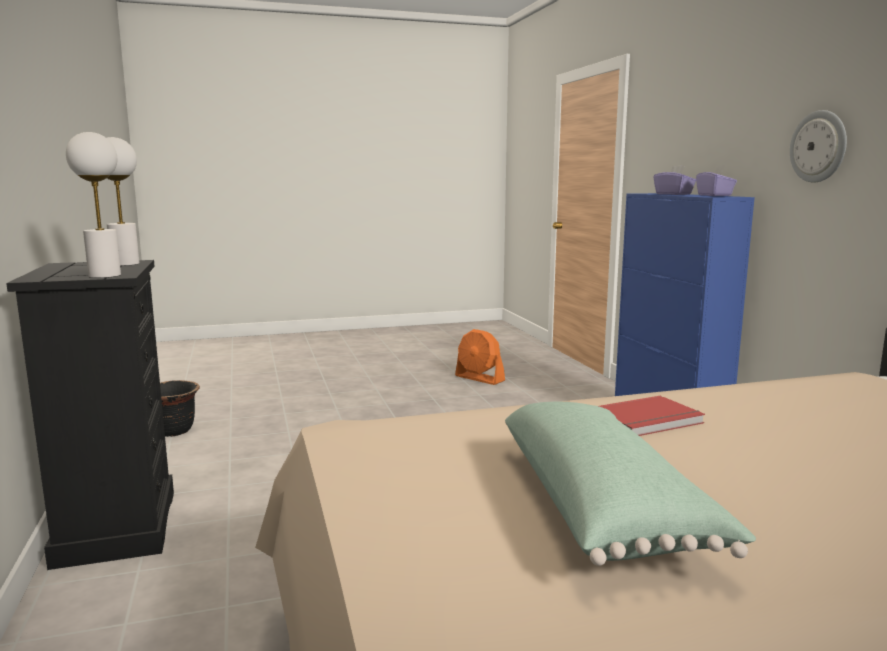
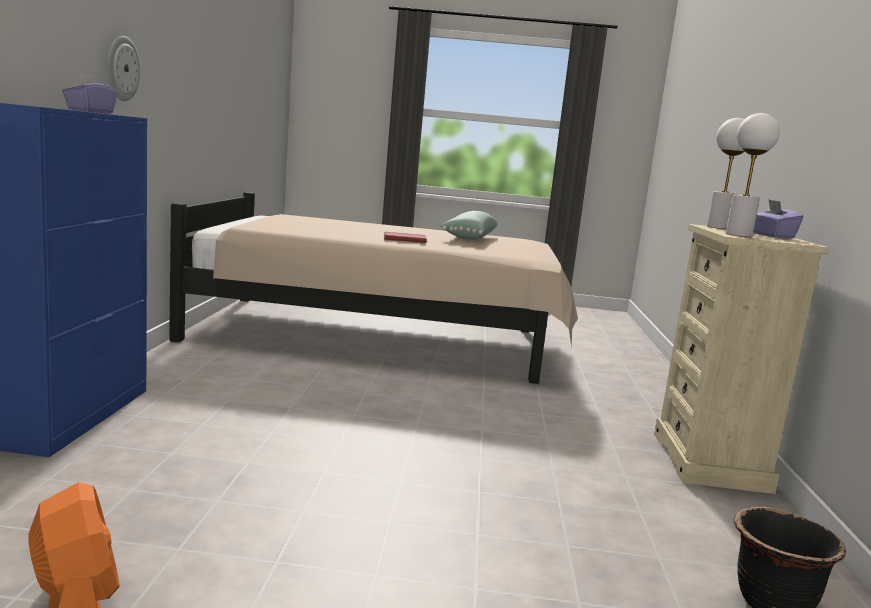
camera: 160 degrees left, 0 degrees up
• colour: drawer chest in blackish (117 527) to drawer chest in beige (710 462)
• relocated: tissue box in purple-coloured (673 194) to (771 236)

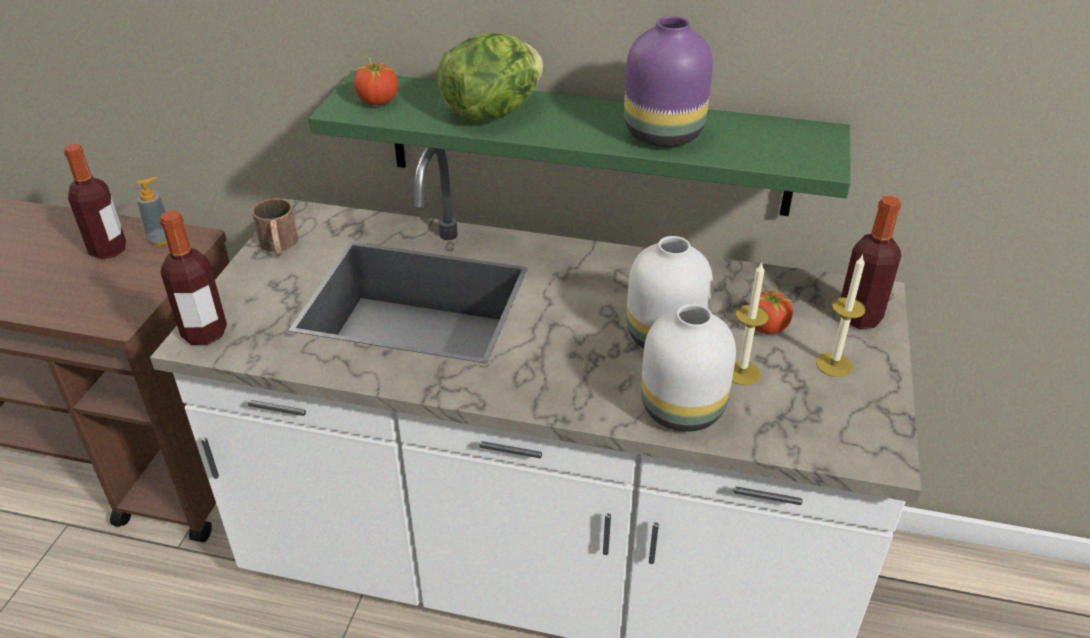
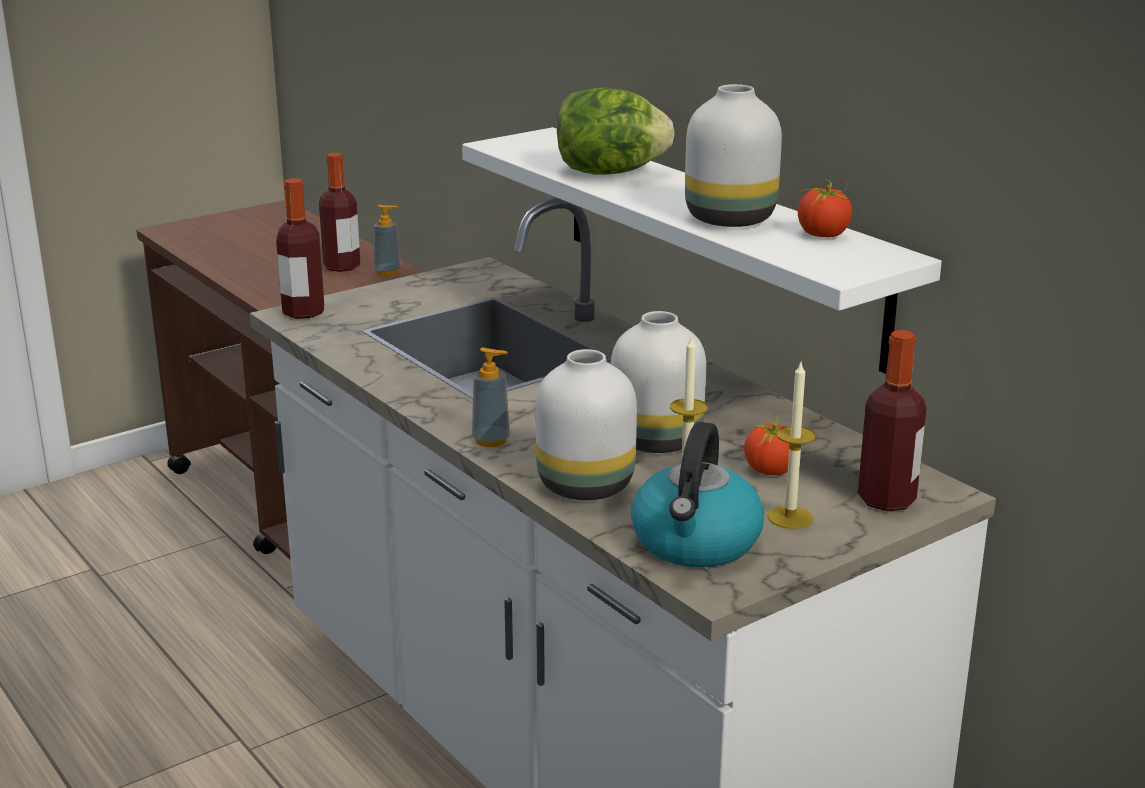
camera: 40 degrees right, 15 degrees down
• colour: shelf in greenish (587 144) to shelf in white-coloured (718 242)
• appeared: soap bottle (491 440)
• appeared: tea kettle (696 543)
• colour: vase in purple-coloured (665 133) to vase in white-coloured (732 219)
• relocated: whole tomato (377 101) to (823 235)
• missing: tea mug in brown-coloured (279 246)

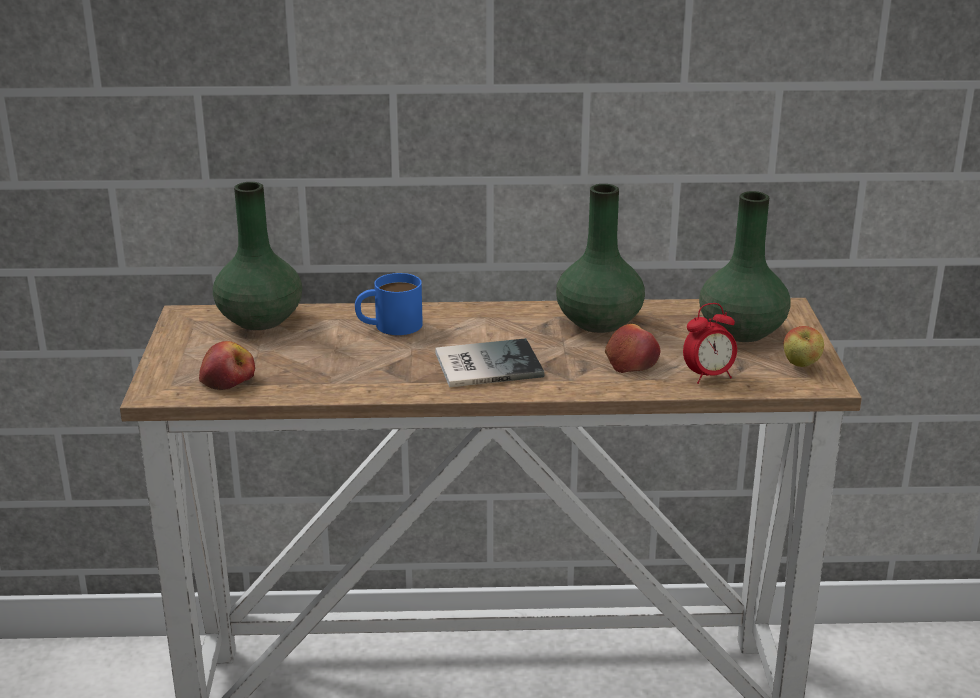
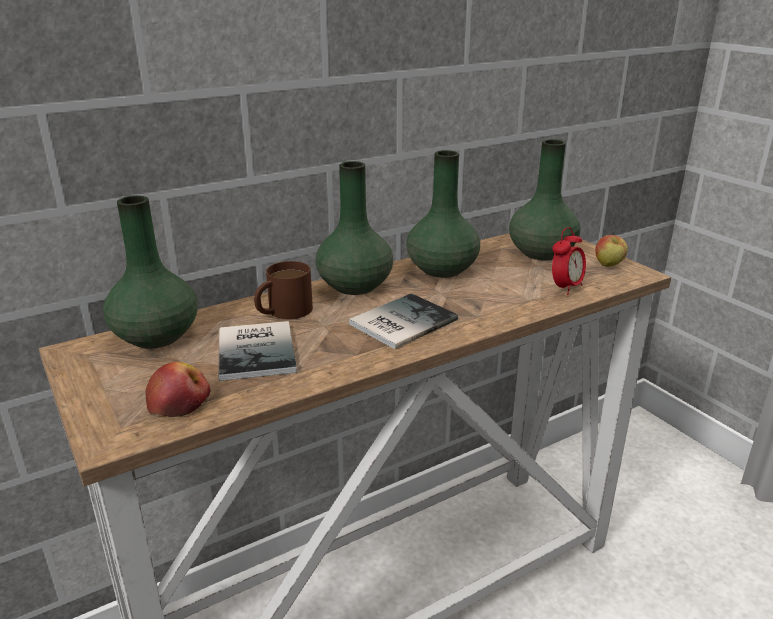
camera: 30 degrees left, 0 degrees up
• appeared: book (259 350)
• colour: tea mug in blue-coloured (389 325) to tea mug in brown-coloured (283 312)
• appeared: vase in greenish (355 285)
• missing: apple fruit (631 361)

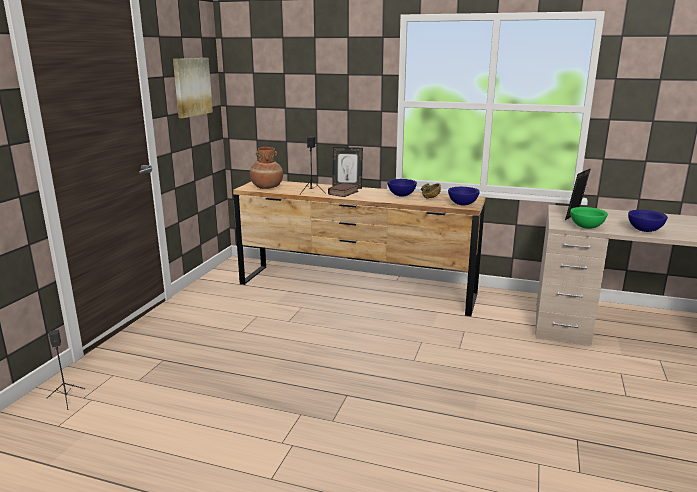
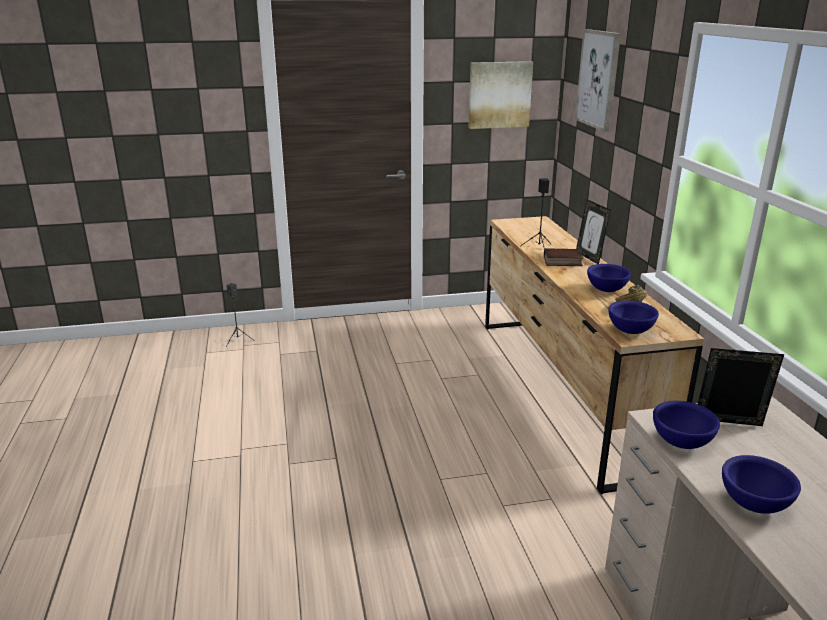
camera: 60 degrees right, 5 degrees up
• appeared: wall picture (598 79)
• colour: serving bowl in greenish (587 227) to serving bowl in blue-coloured (682 443)
• missing: vase in brown-coloured (266 187)

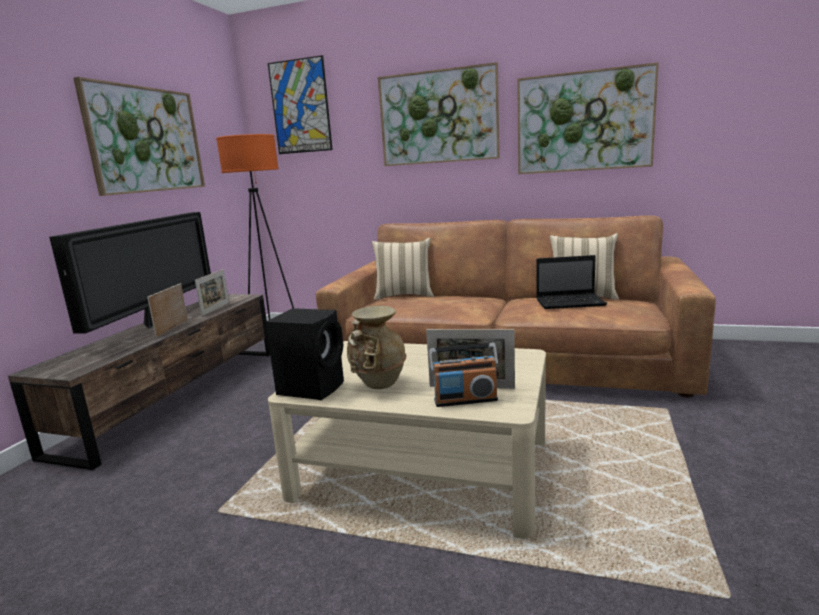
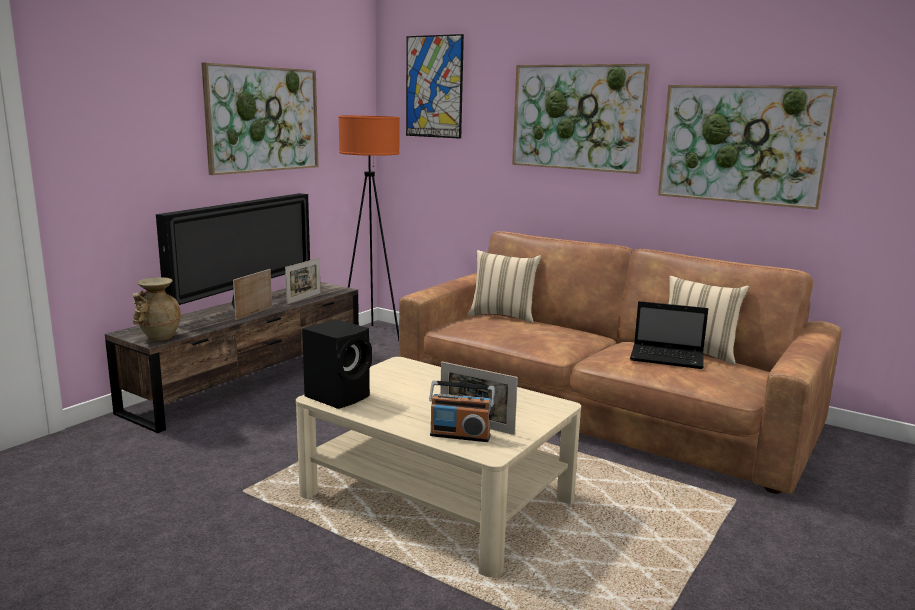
camera: 15 degrees right, 0 degrees up
• relocated: vase in beige (378 384) to (158 337)

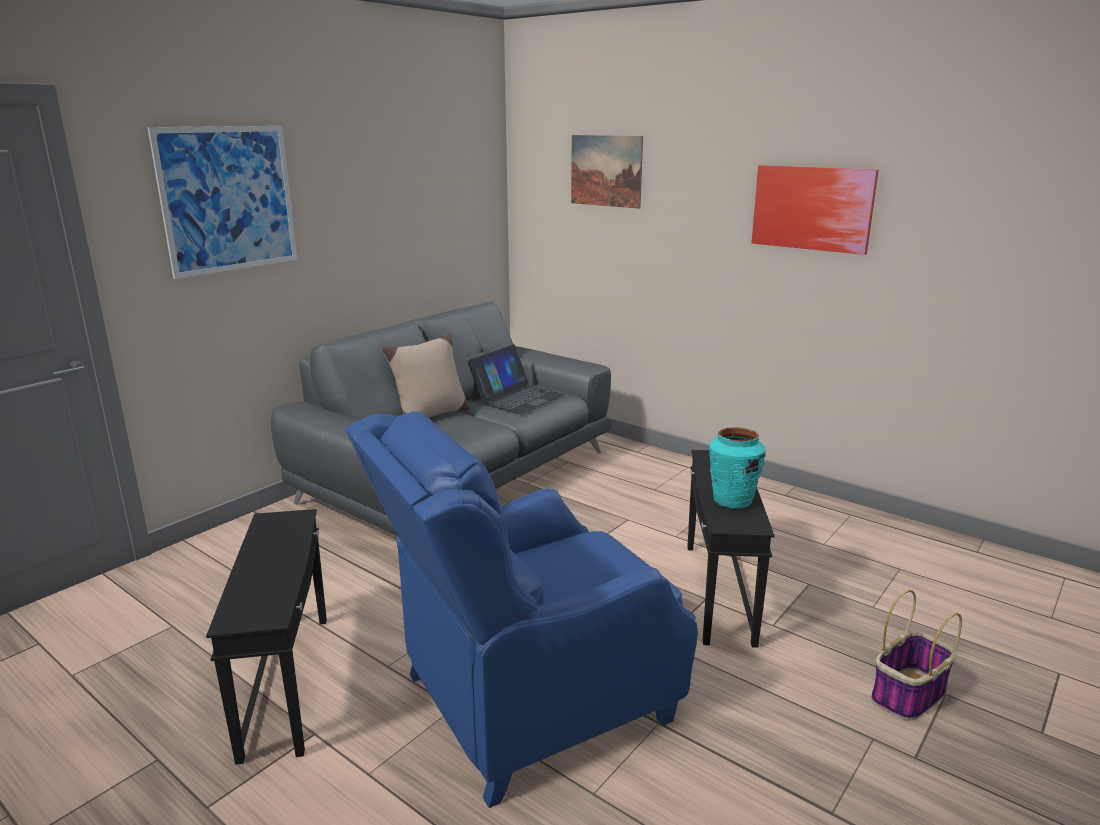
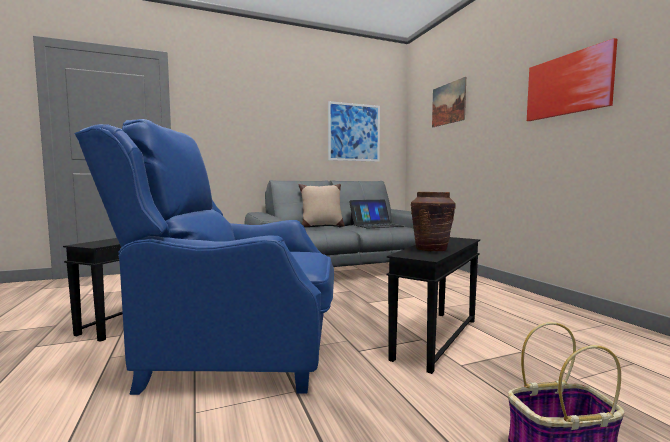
camera: 30 degrees right, 15 degrees down
• relocated: wall picture (228 199) to (354 132)
• colour: vase in turquoise (732 501) to vase in brown-coloured (431 249)

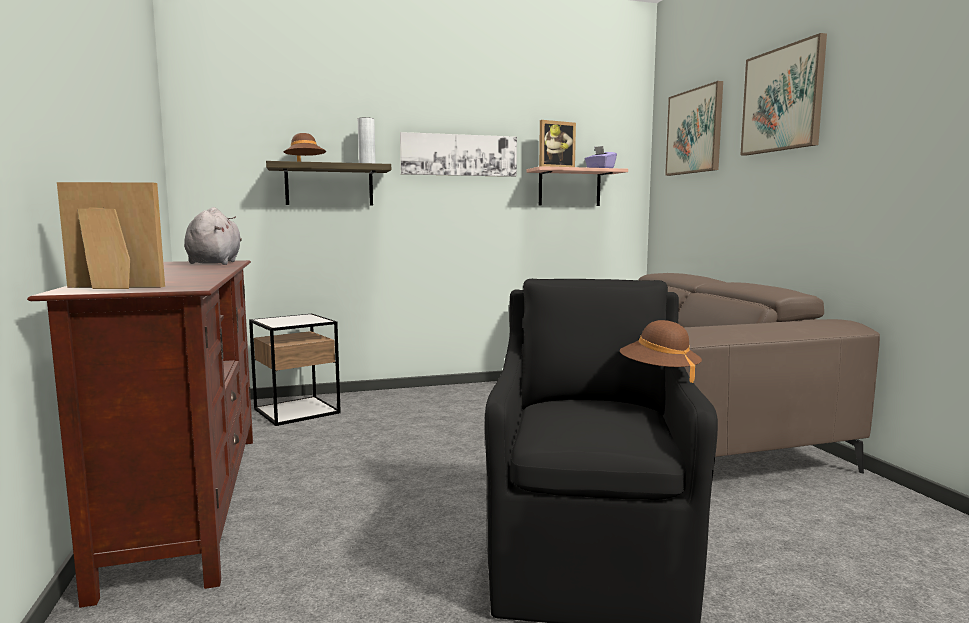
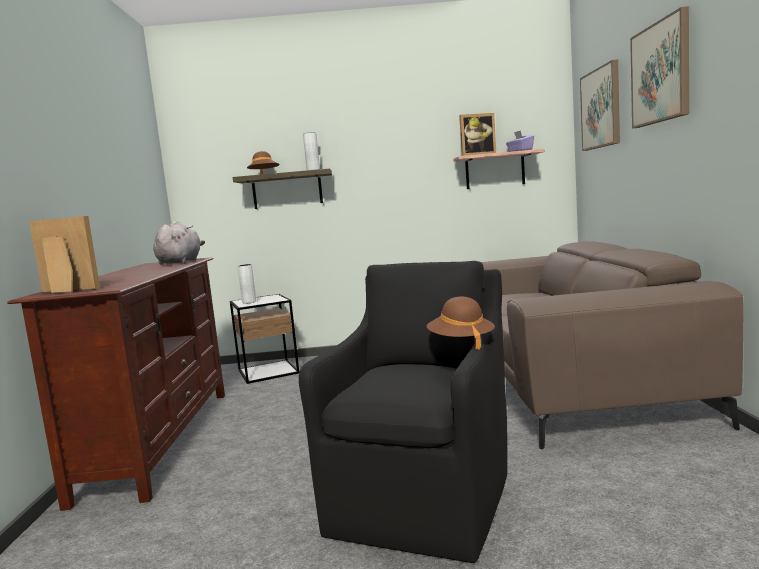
camera: 15 degrees right, 0 degrees up
• appeared: vase in gray (249 302)
• missing: wall picture (459 155)

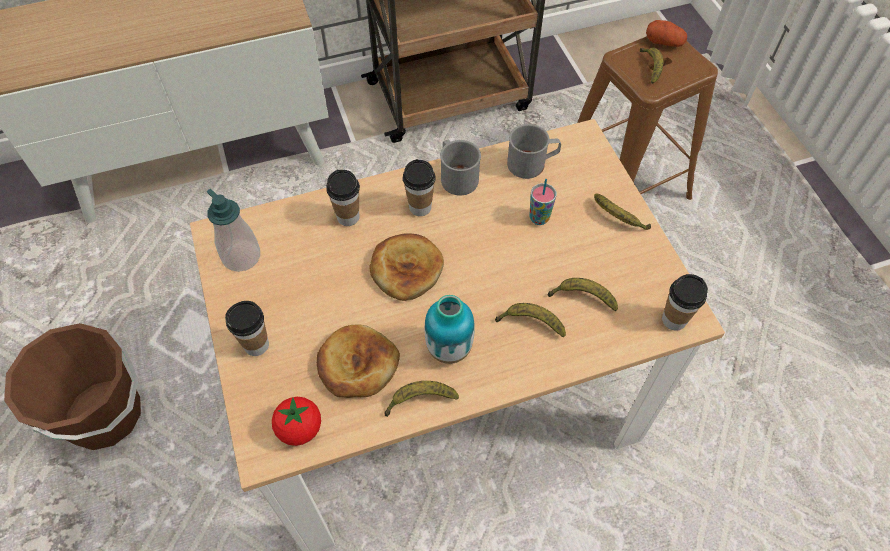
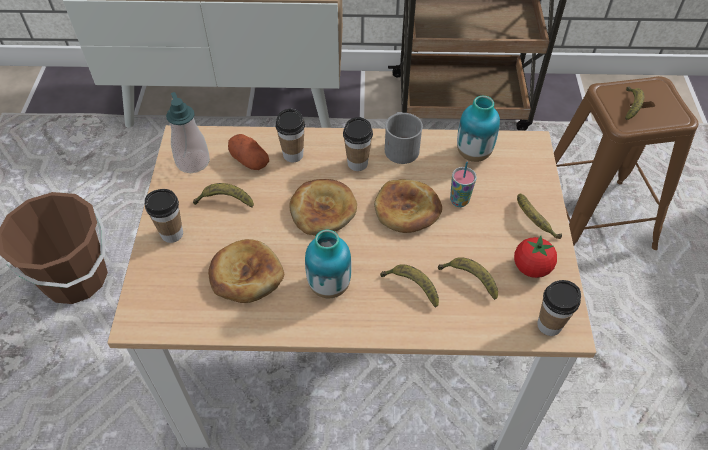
camera: 20 degrees right, 5 degrees down
• relocated: whole banana (419 400) to (224 201)
• relocated: potato (664 42) to (250 160)
• appeared: baked bread (406 209)
• exchanged: tea mug in gray (532 163) to vase (473 154)
• relocated: whole tomato (300 429) to (531 267)

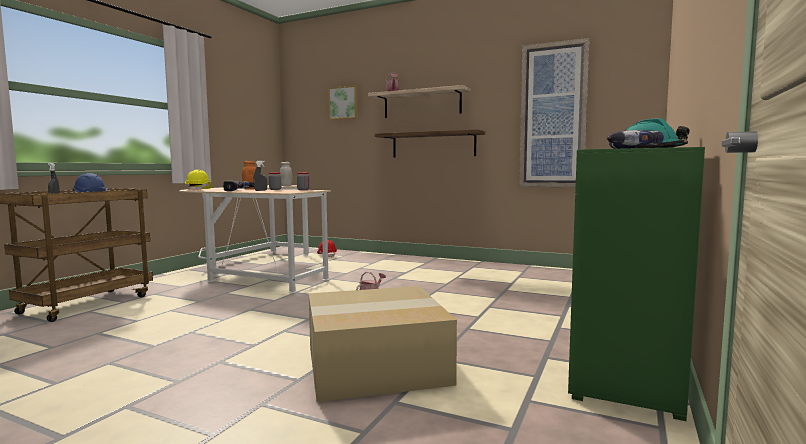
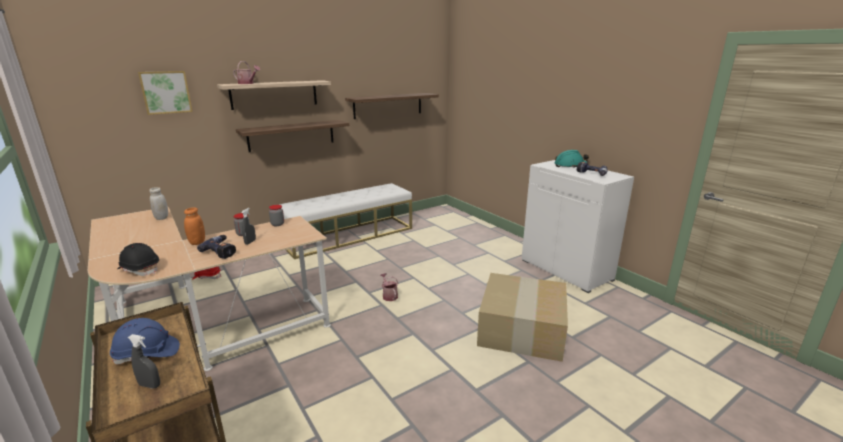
camera: 60 degrees left, 15 degrees up
• colour: hard hat in yellow-coloured (199 189) to hard hat in blackish (140 269)
• appeared: indoor bench in white-coloured (349 236)
• exchanged: wall picture (553 116) to shelf (388 105)
• colour: cupboard in greenish (627 370) to cupboard in white-coloured (566 270)

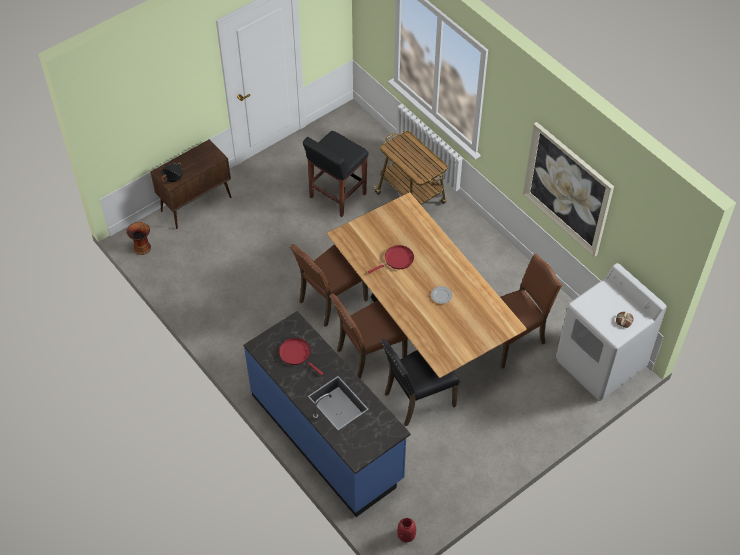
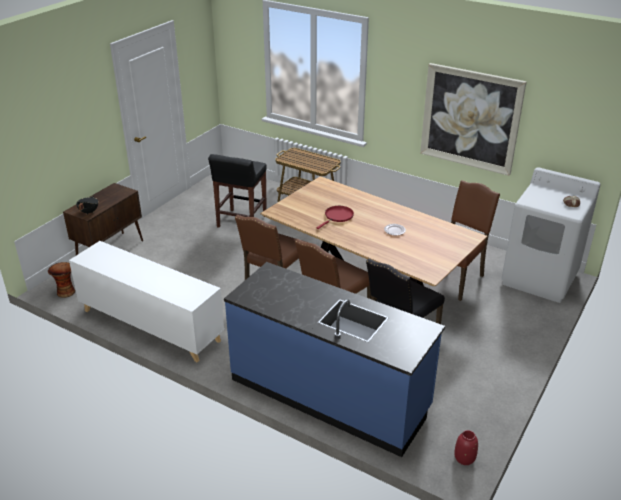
camera: 20 degrees left, 20 degrees down
• appeared: cupboard in white-coloured (150 325)
• missing: pan in reddish (297 354)

